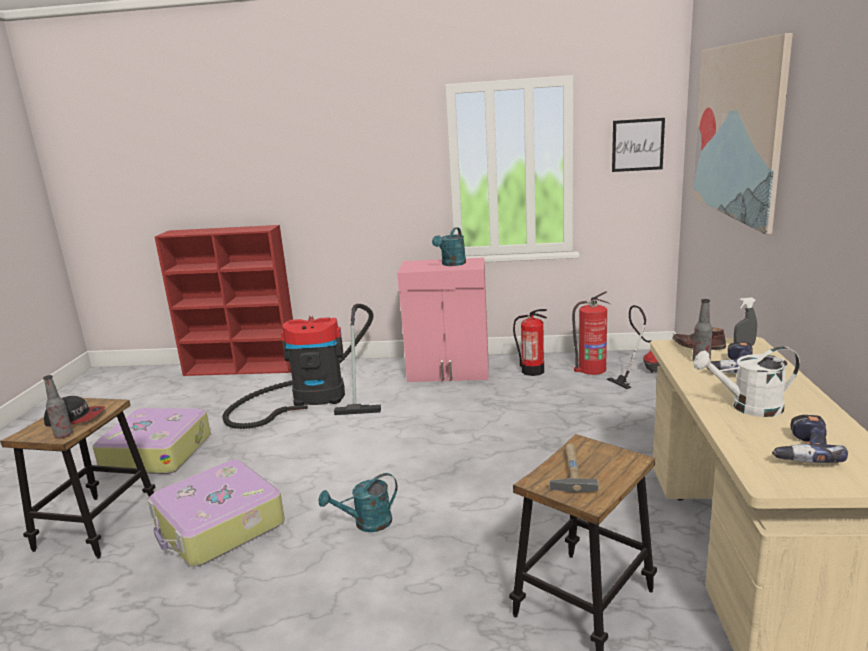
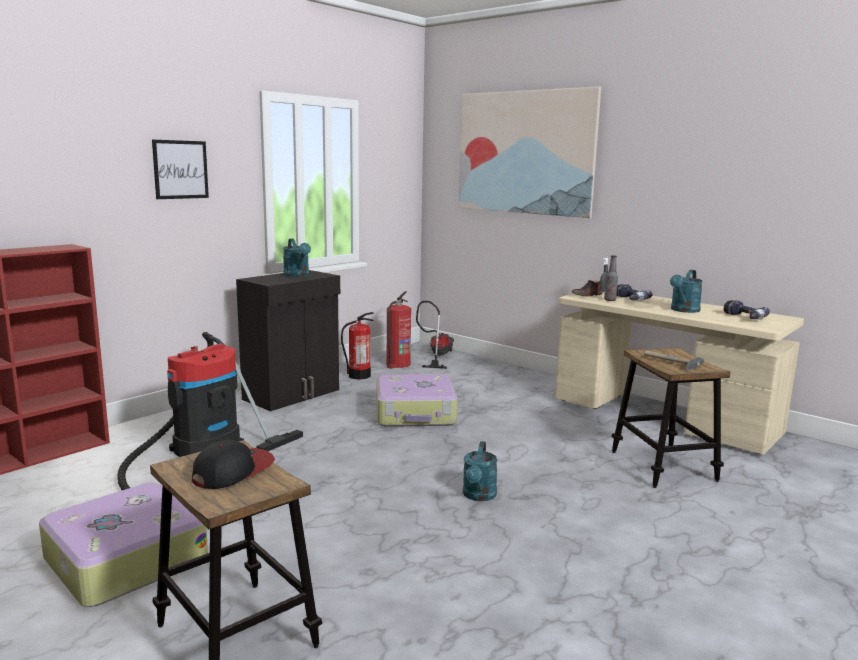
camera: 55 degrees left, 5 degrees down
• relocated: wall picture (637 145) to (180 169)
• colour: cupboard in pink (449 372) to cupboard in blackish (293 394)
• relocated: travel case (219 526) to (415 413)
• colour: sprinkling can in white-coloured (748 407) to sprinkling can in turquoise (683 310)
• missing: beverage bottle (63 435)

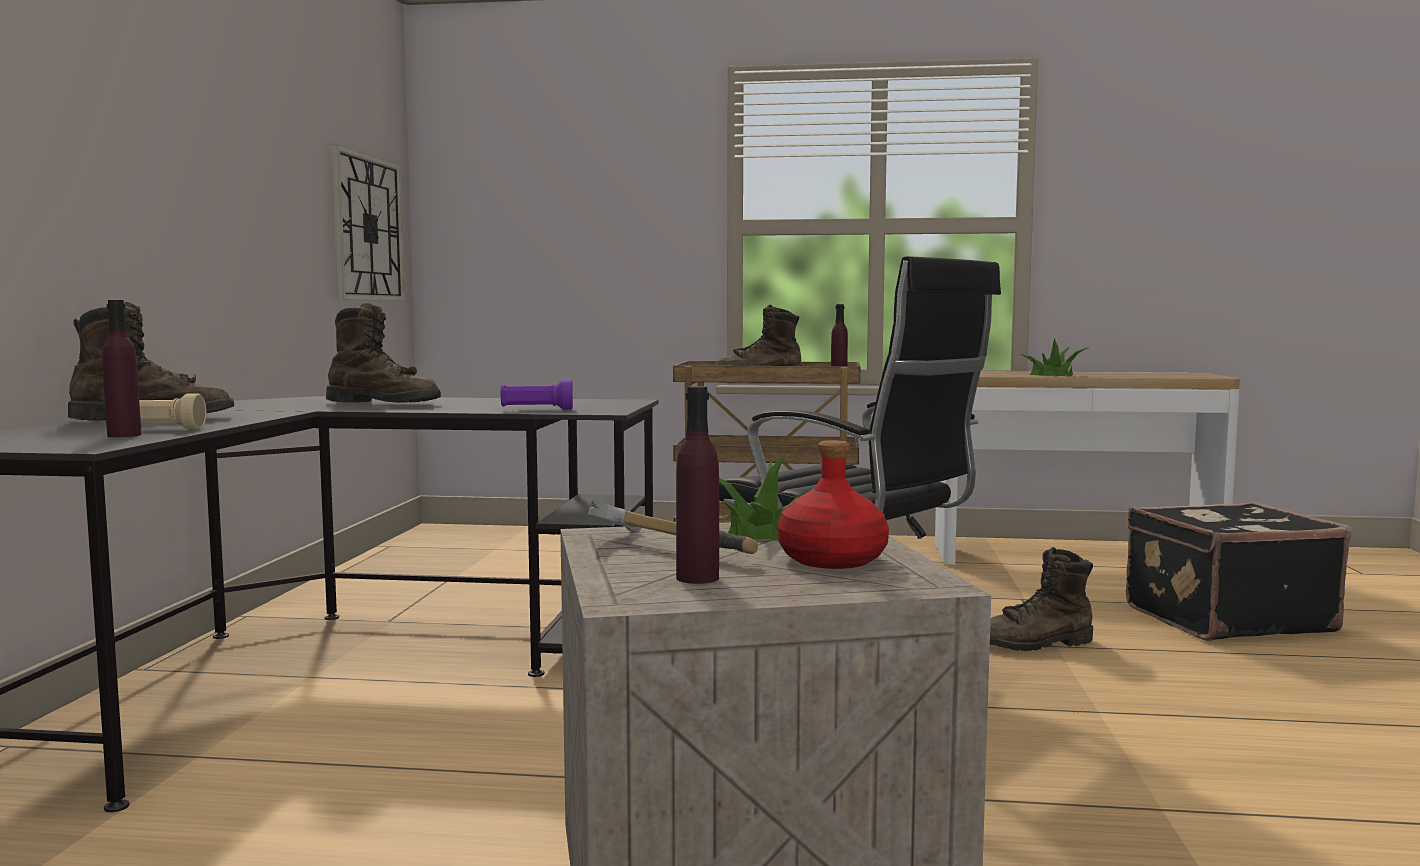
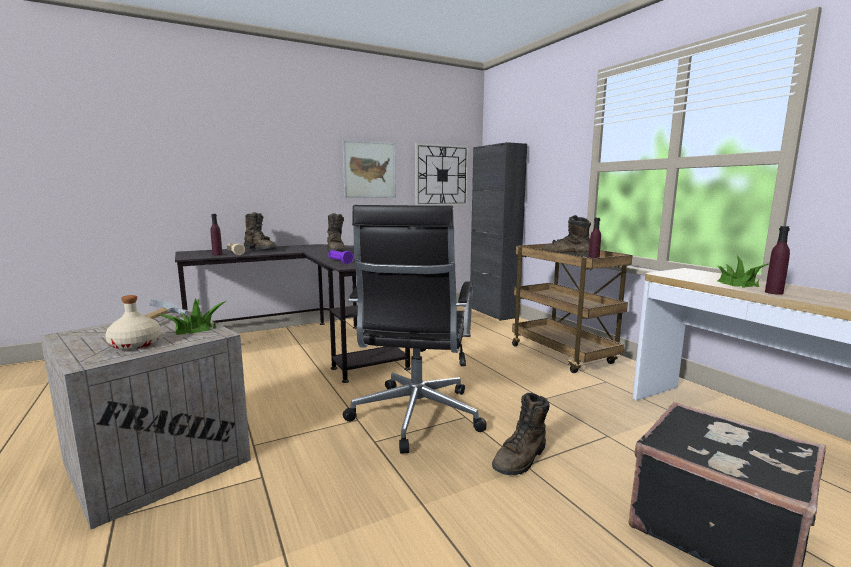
camera: 55 degrees right, 5 degrees up
• colour: beverage bottle in reddish (833 560) to beverage bottle in beige (135 345)
• appeared: wall picture (369 170)
• appeared: cupboard in blackish (493 312)
• spun: tall boot in brown-coloured (1036 644) = (521 459) 90 degrees counterclockwise
• relocated: beverage bottle in purple-coloured (697 578) to (774 292)

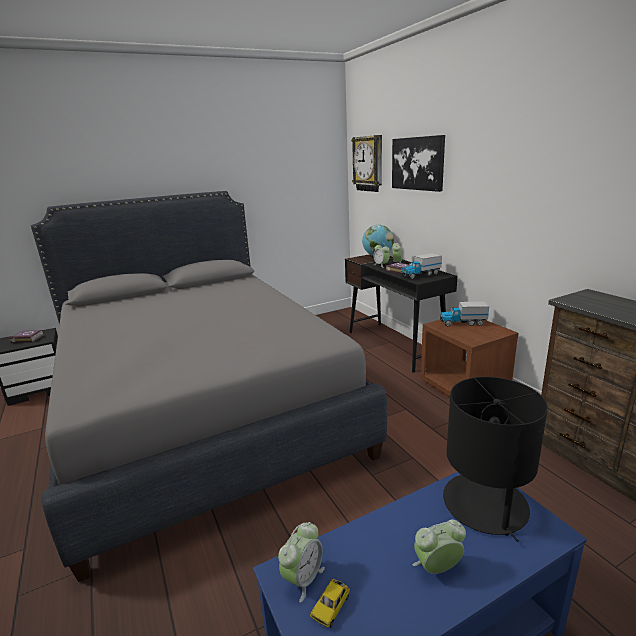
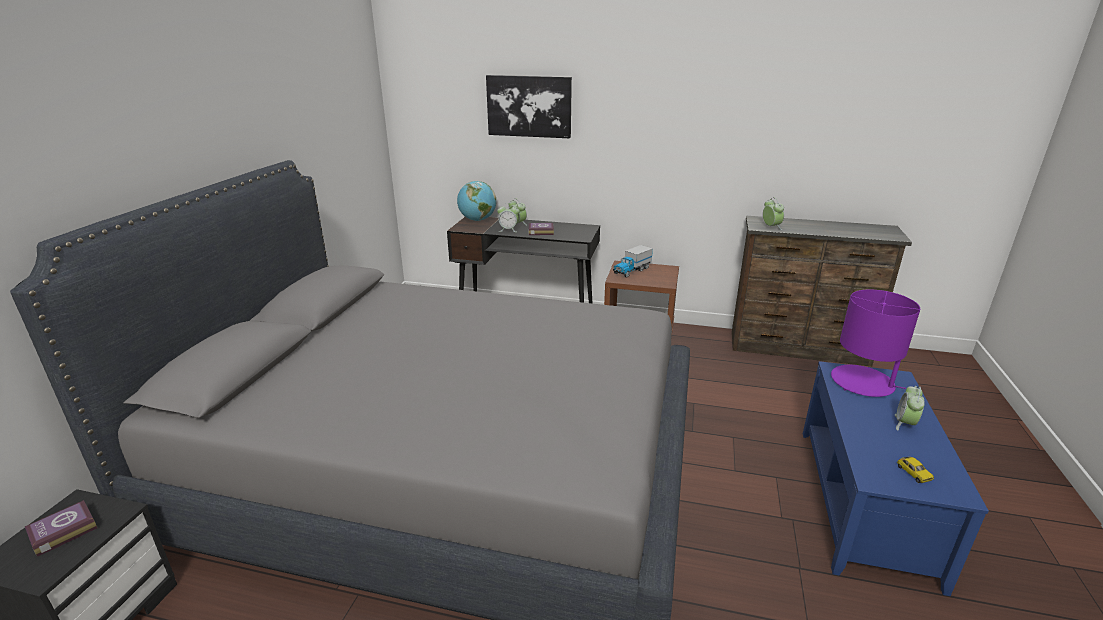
camera: 50 degrees left, 5 degrees up
• relocated: table clock (303 578) to (771 227)
• colour: tabletop lamp in blackish (485 505) to tabletop lamp in purple-coloured (863 382)
• missing: clock on the wall (368 164)
• missing: model truck (420 275)

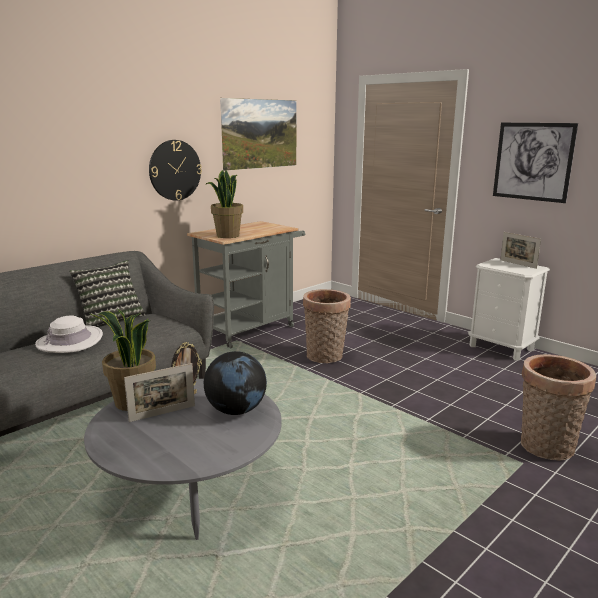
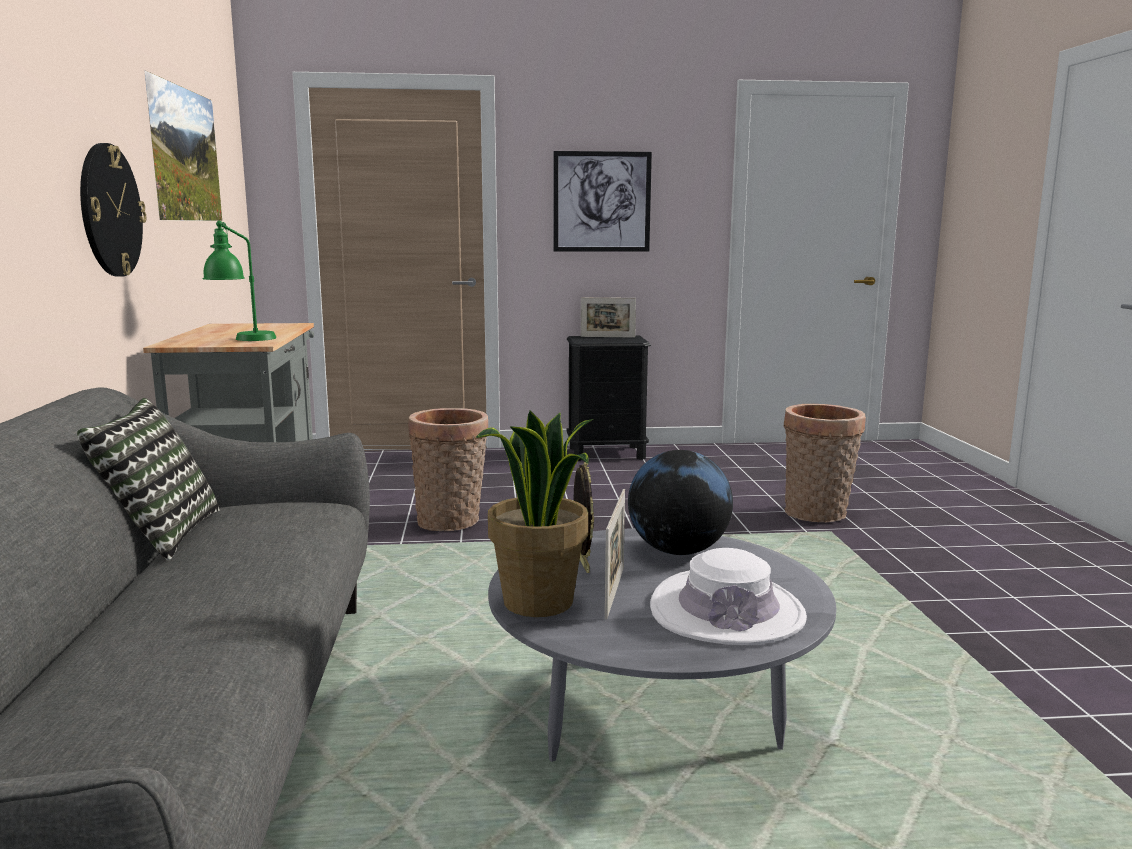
camera: 50 degrees left, 5 degrees down
• exchanged: potted plant (227 236) to tabletop lamp in greenish (243 340)
• colour: night table in white-coloured (501 348) to night table in blackish (607 453)
• relocated: hat in white-coloured (70 341) to (727 611)

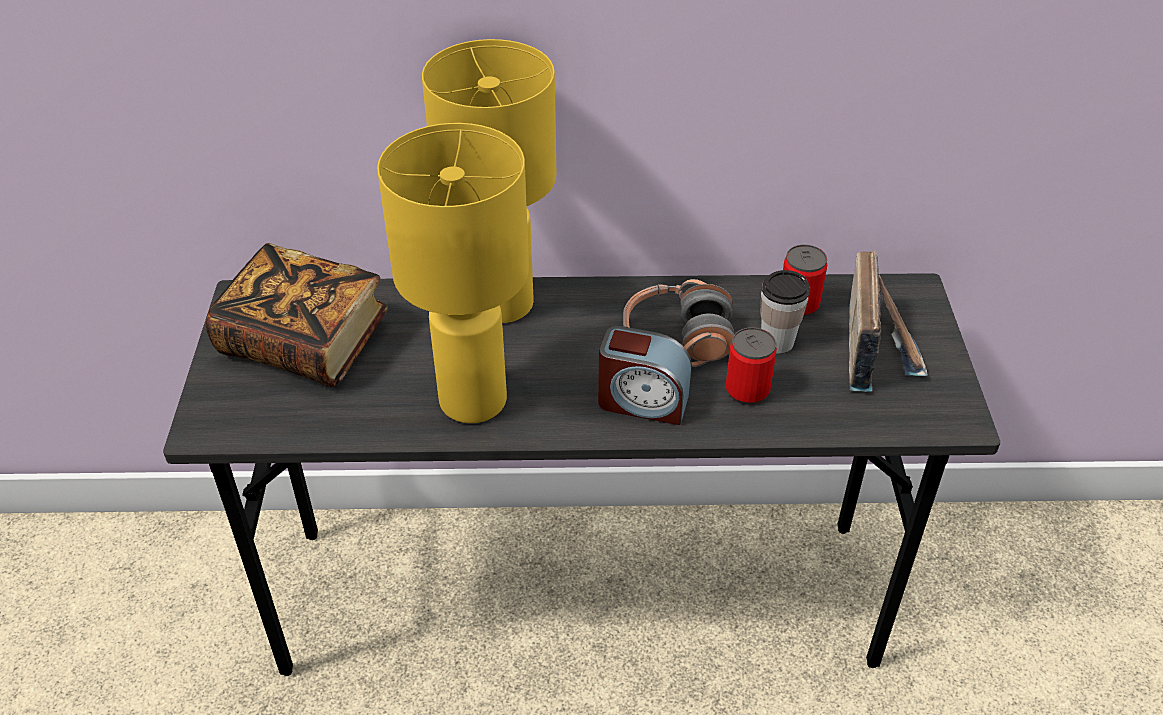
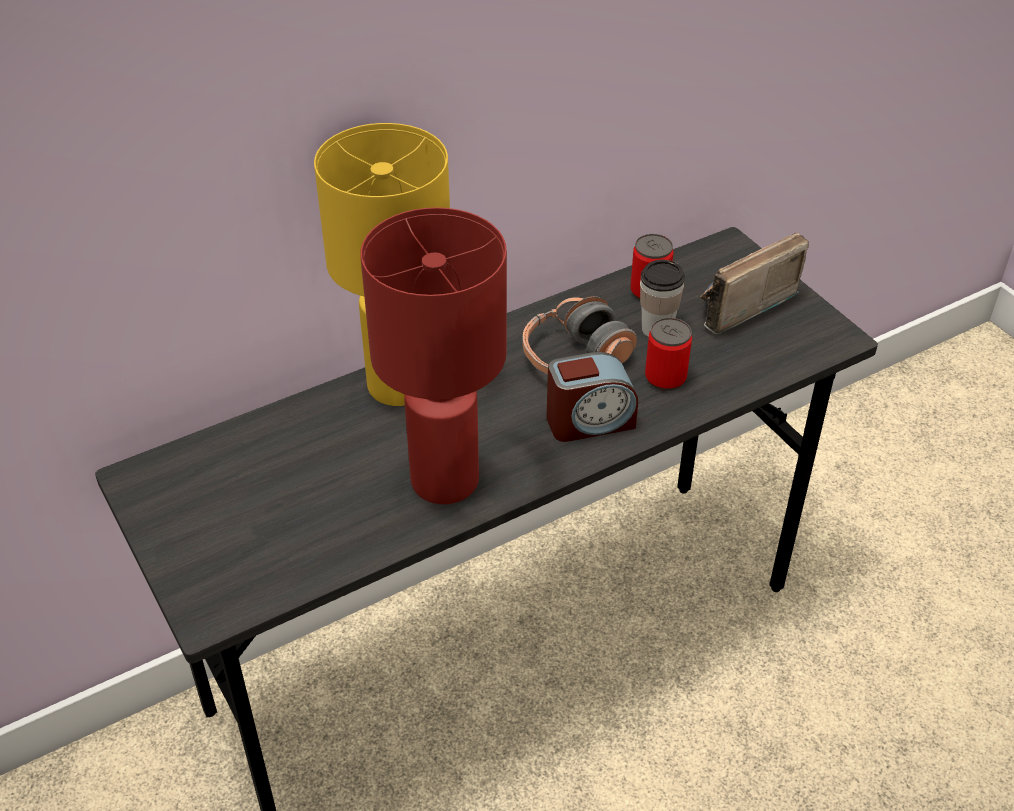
camera: 30 degrees left, 0 degrees up
• colour: tabletop lamp in yellow-coloured (474 399) to tabletop lamp in reddish (445 479)
• spun: radio set (877 349) = (736 305) 105 degrees counterclockwise
• missing: book (305 341)

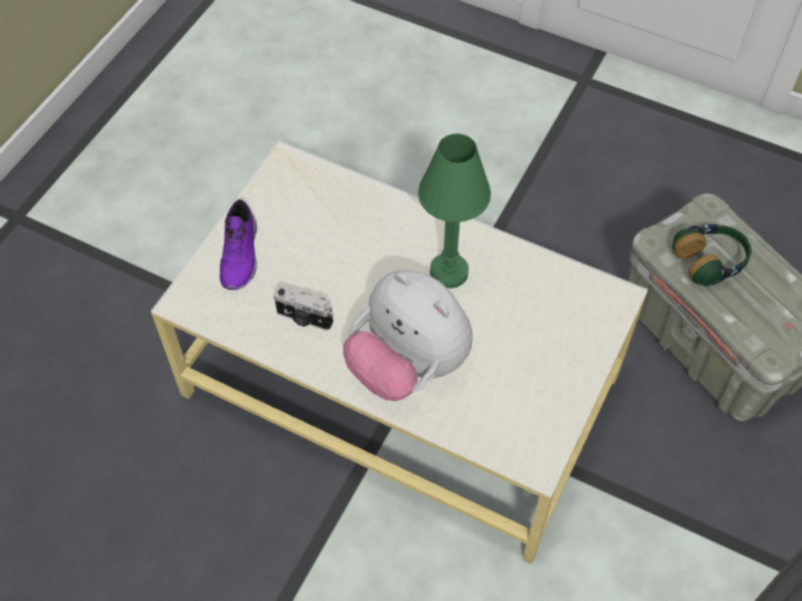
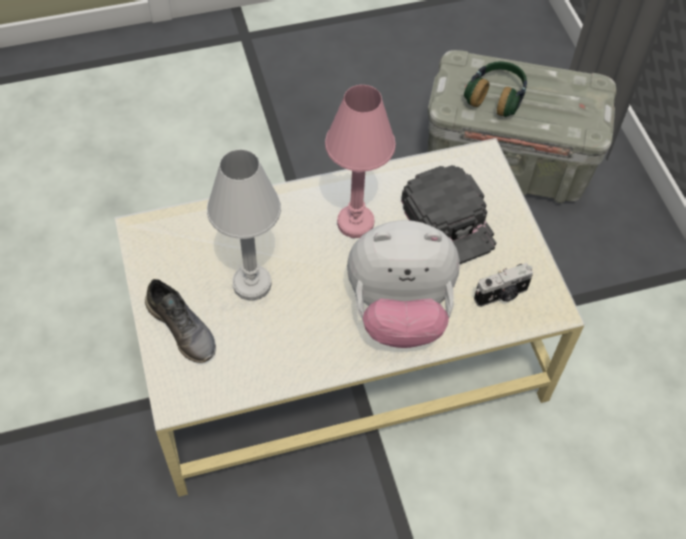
camera: 45 degrees left, 0 degrees up
• colour: item of footwear in purple-coloured (241 255) to item of footwear in gray (183 328)
• appeared: tabletop lamp in white-coloured (252 284)
• colour: tabletop lamp in greenish (449 272) to tabletop lamp in pink (355 223)
• appeared: baseball cap in blackish (449 221)
• relocated: still camera (304 319) to (502 295)

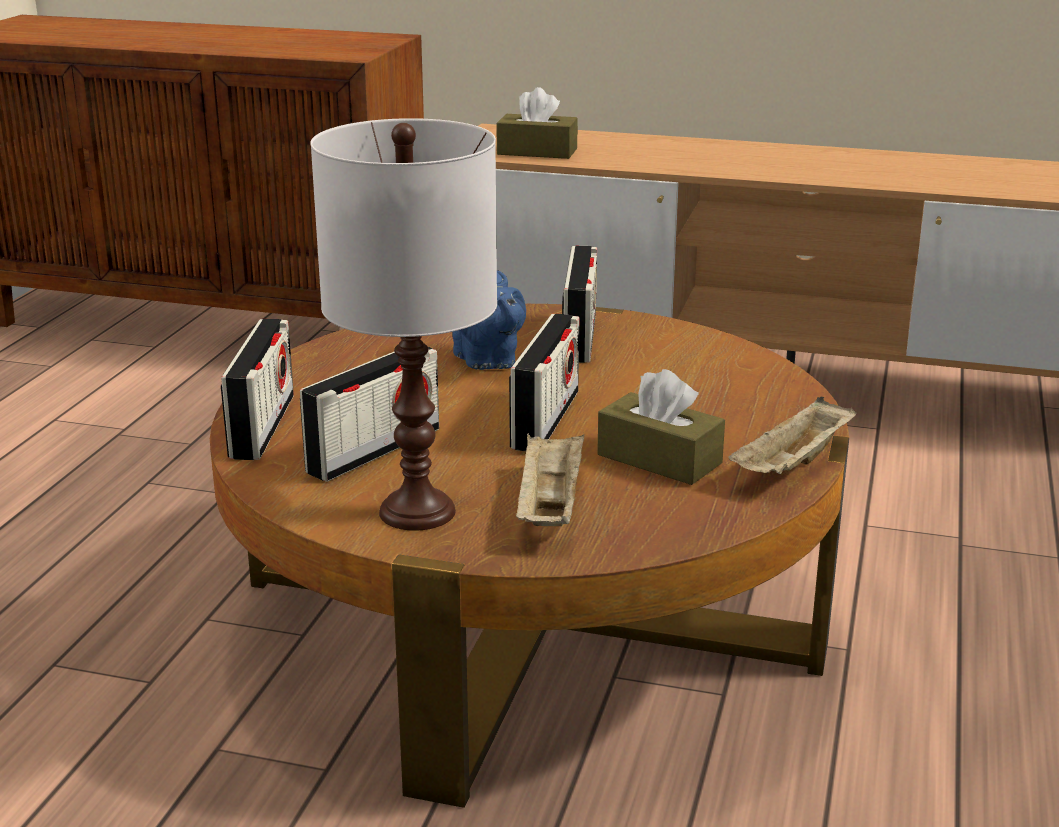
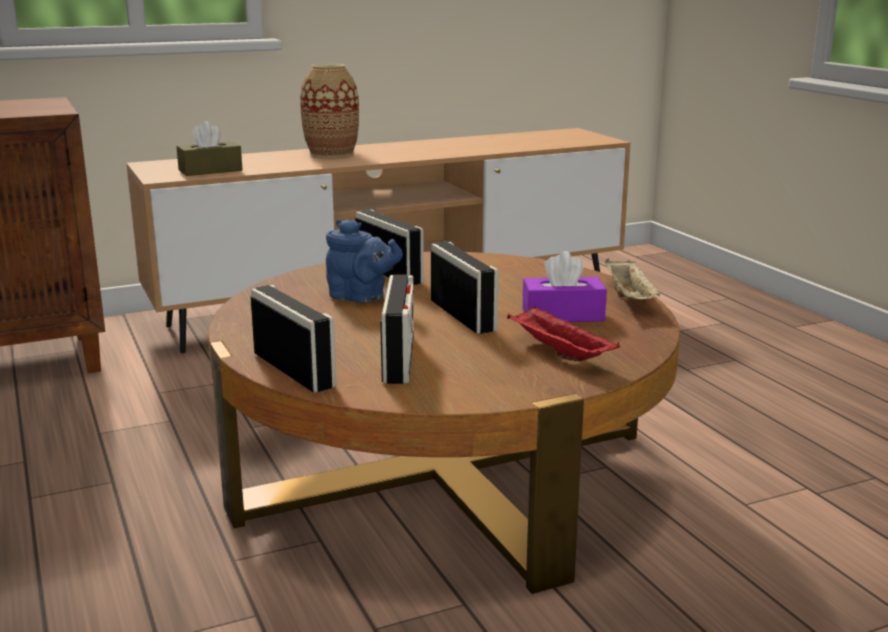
camera: 40 degrees left, 5 degrees down
• appeared: vase (332 153)
• colour: tray in beige (549 505) to tray in reddish (558 352)
• colour: tissue box in brown-coloured (659 459) to tissue box in purple-coloured (563 315)
• missing: tabletop lamp in white-coloured (418 512)

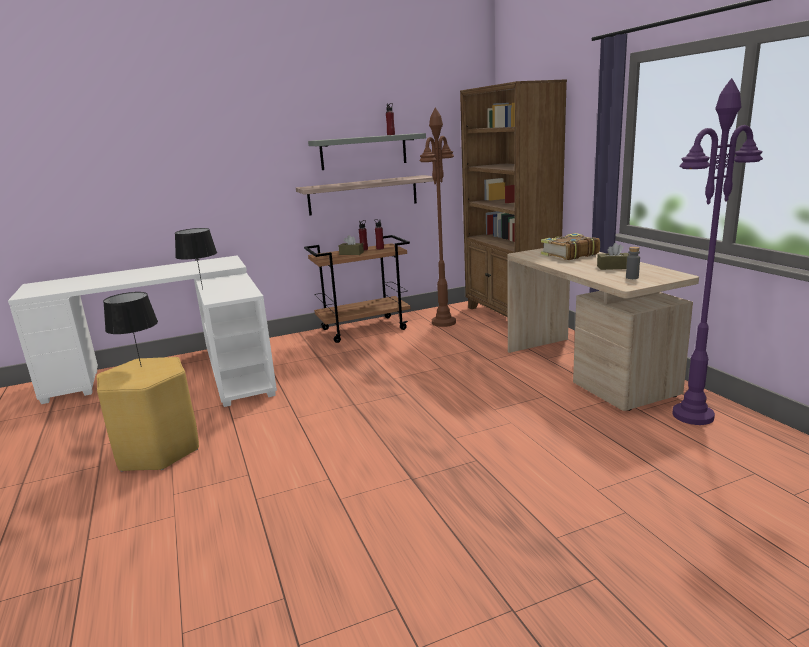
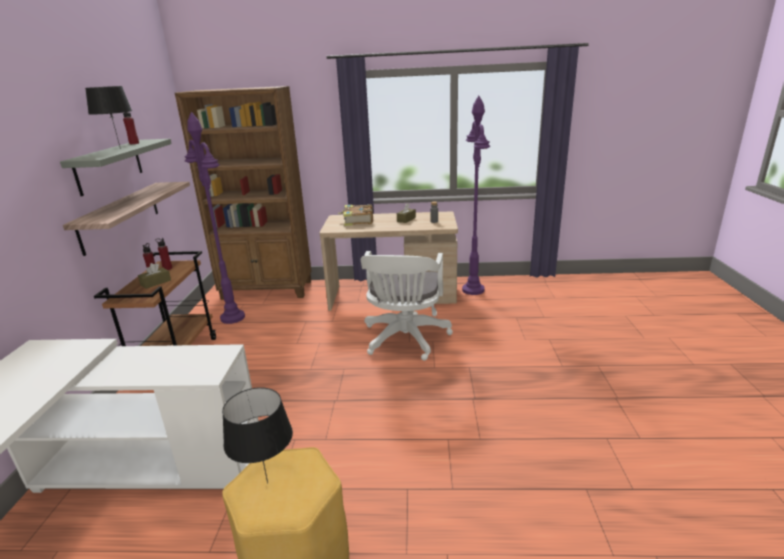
camera: 65 degrees left, 5 degrees up
• relocated: tabletop lamp in blackish (202 289) to (120 148)
• colour: standing lamp in brown-coloured (443 322) to standing lamp in purple-coloured (232 317)
• appeared: office chair in white-coloured (405 340)

